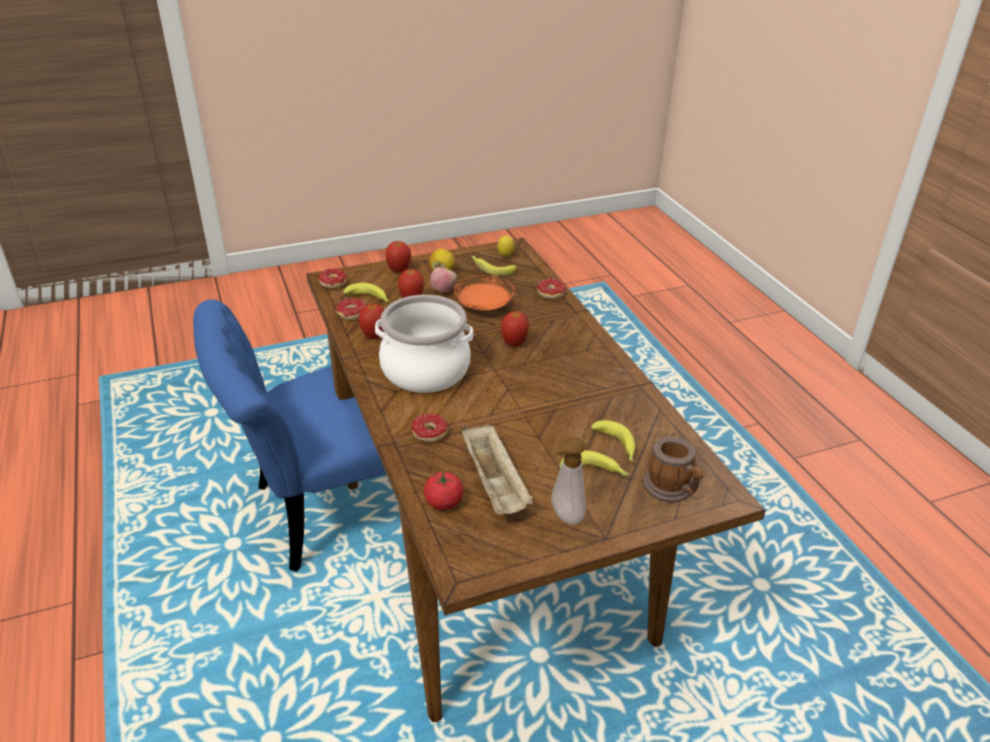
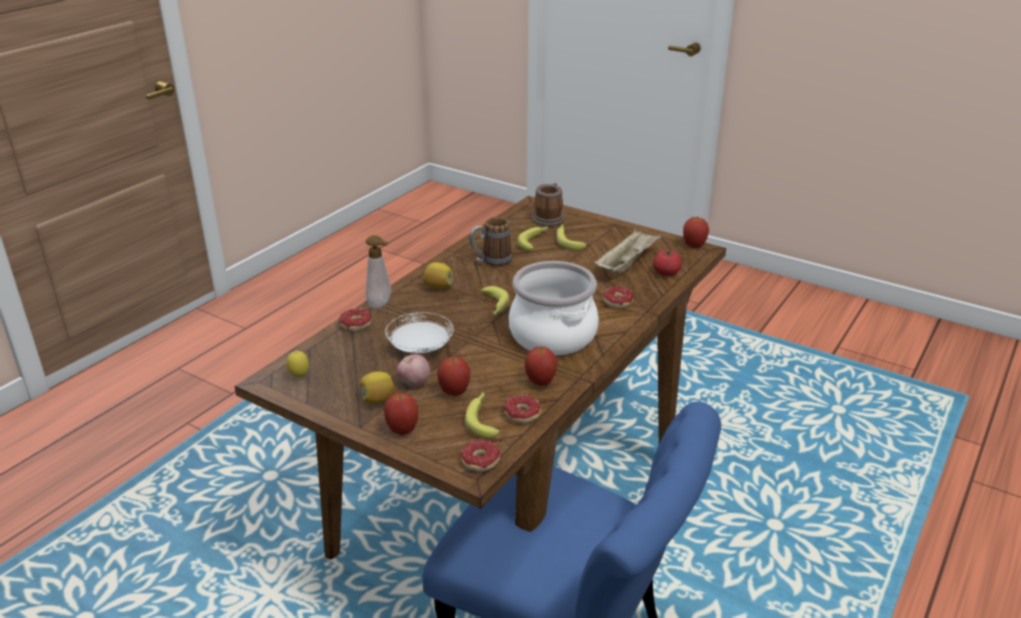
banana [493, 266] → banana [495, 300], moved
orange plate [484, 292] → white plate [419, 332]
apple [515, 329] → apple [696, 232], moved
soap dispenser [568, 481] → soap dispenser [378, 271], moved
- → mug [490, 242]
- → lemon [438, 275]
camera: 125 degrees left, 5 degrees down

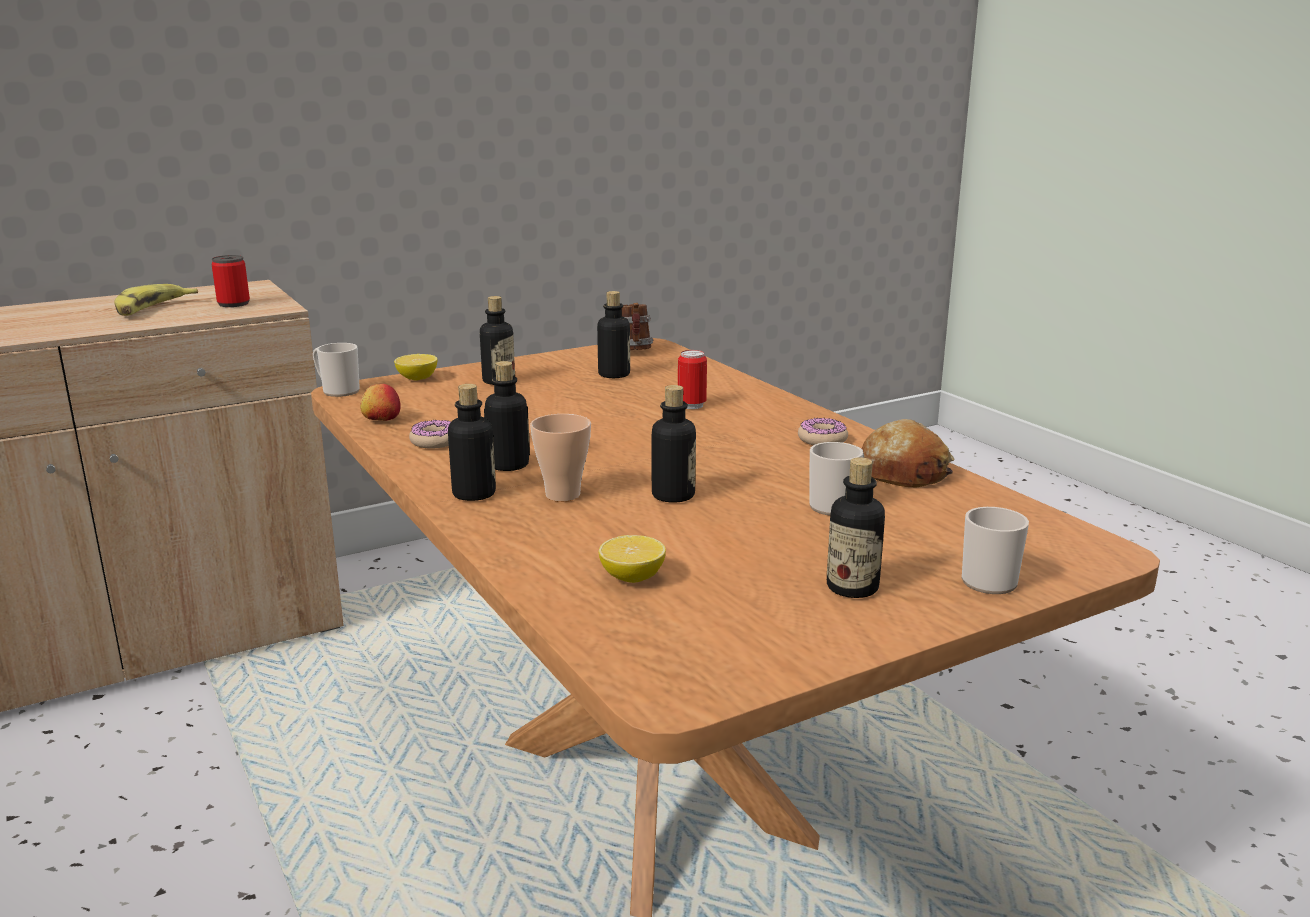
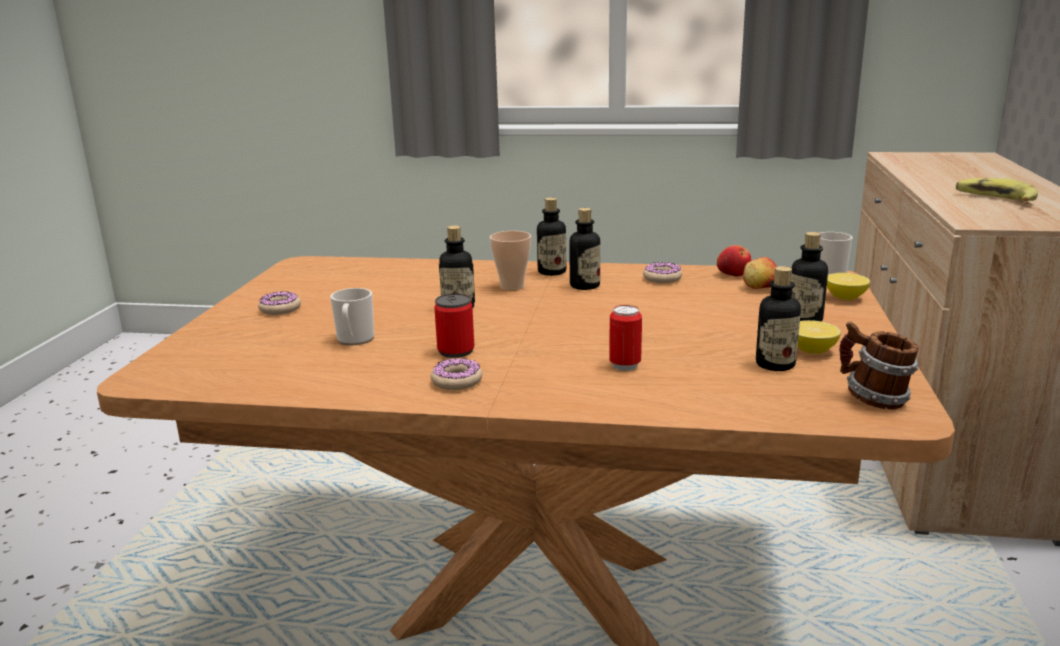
can [231, 281] → can [454, 326], moved
bread [908, 453] → -
bottle [856, 527] → donut [279, 303]
mug [995, 550] → -
lemon [632, 559] → lemon [819, 337], moved
- → apple [760, 273]
camera: 130 degrees right, 0 degrees up

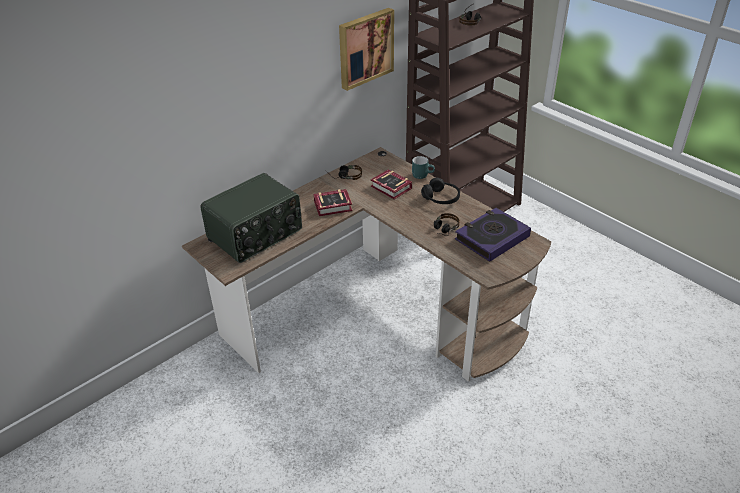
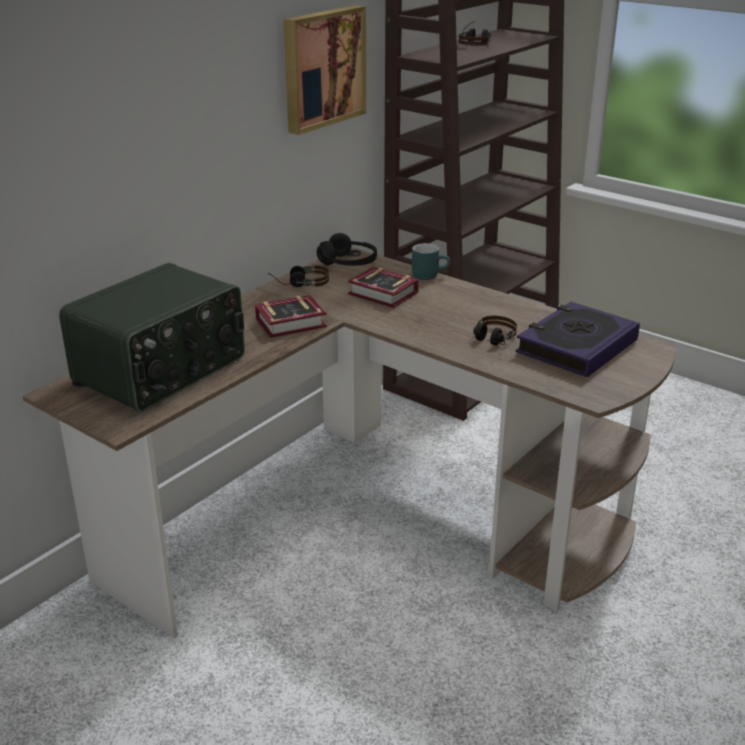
black headphones [440, 191] → black headphones [347, 249], moved
camera: 10 degrees left, 10 degrees down

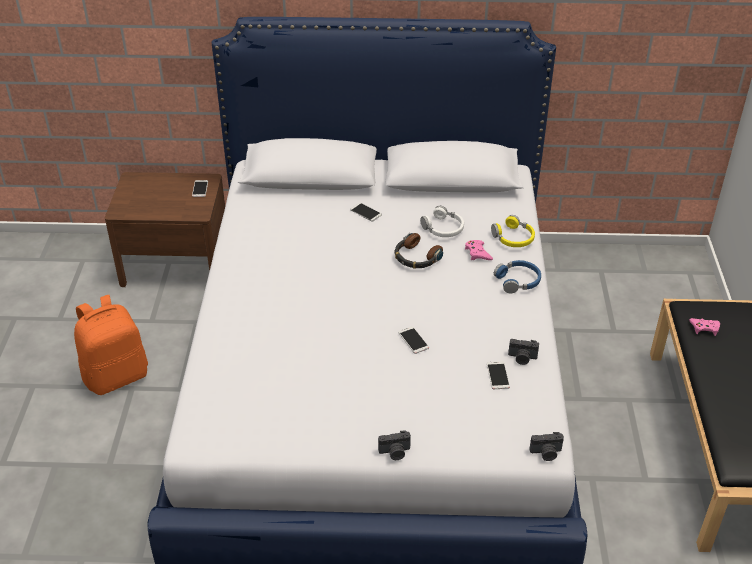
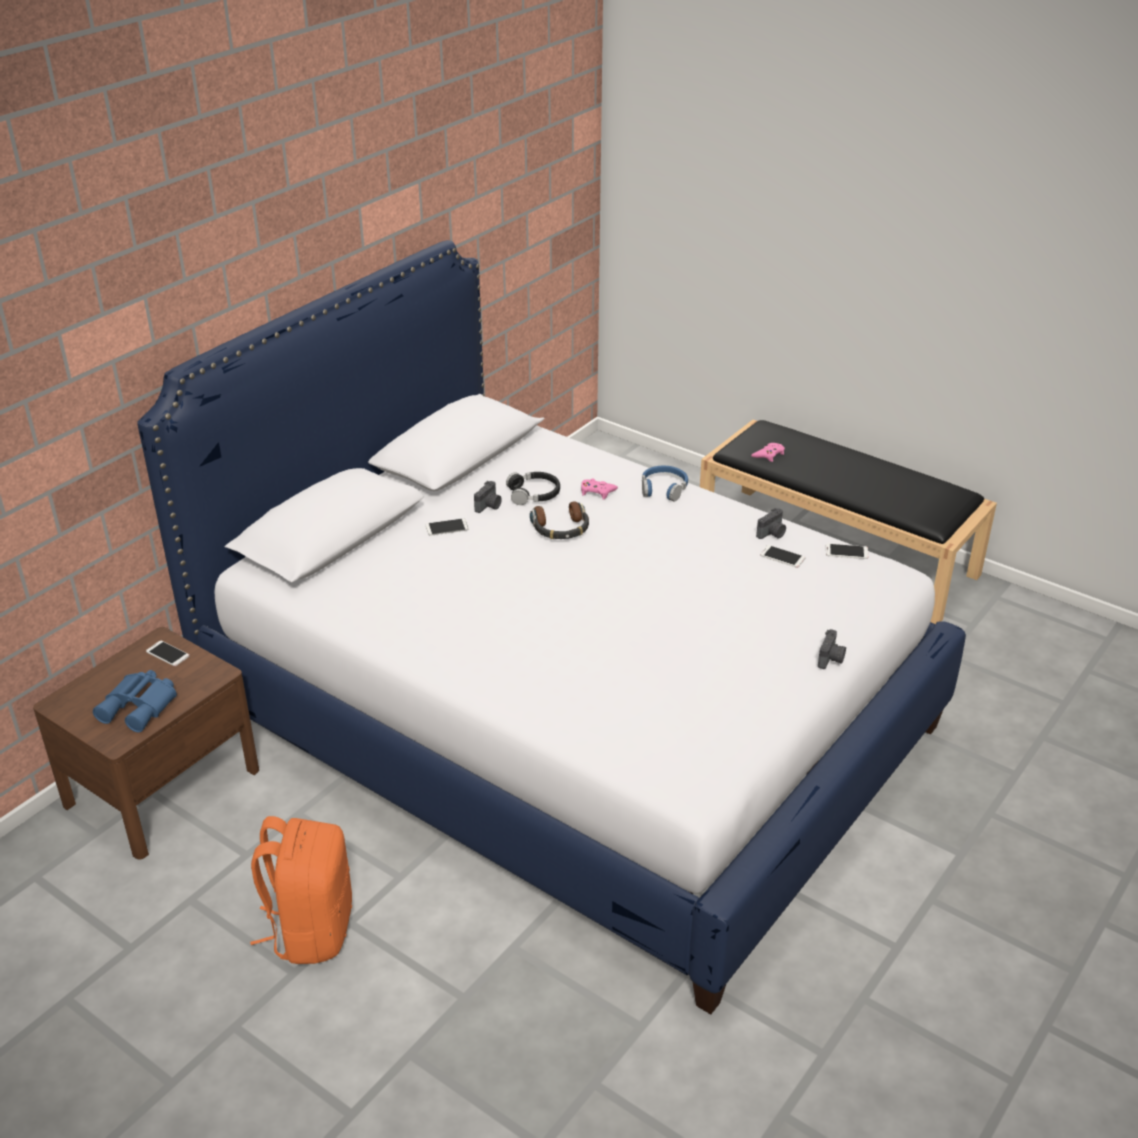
white headphones [442, 221] → black headphones [533, 488]
yellow headphones [513, 231] → -
phone [413, 340] → phone [847, 551], moved
photo camera [546, 446] → photo camera [488, 497], moved
- → blue binoculars [135, 701]
camera: 55 degrees left, 5 degrees down

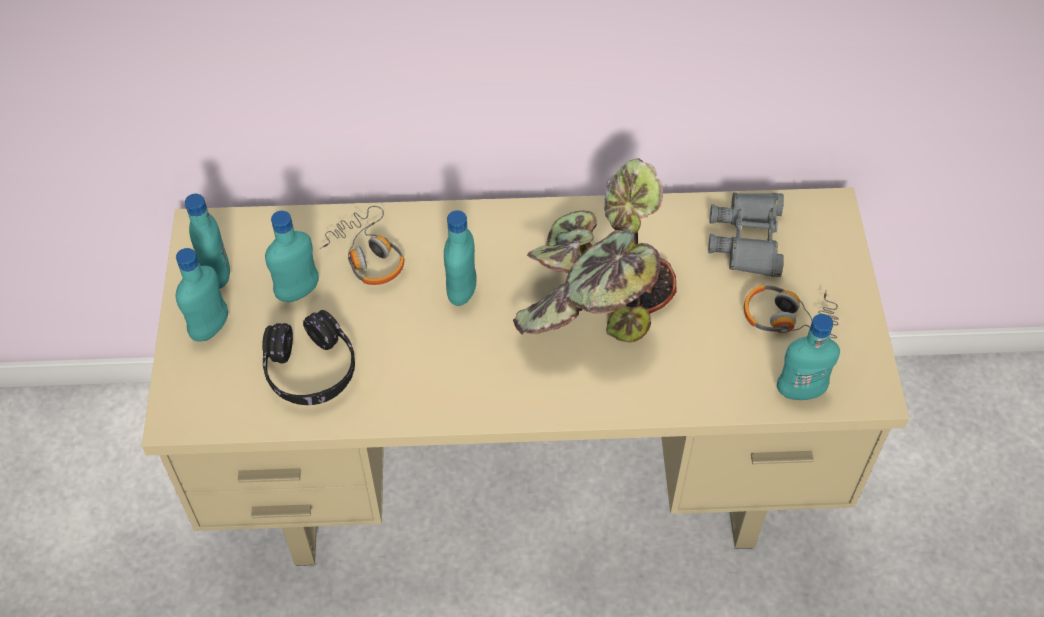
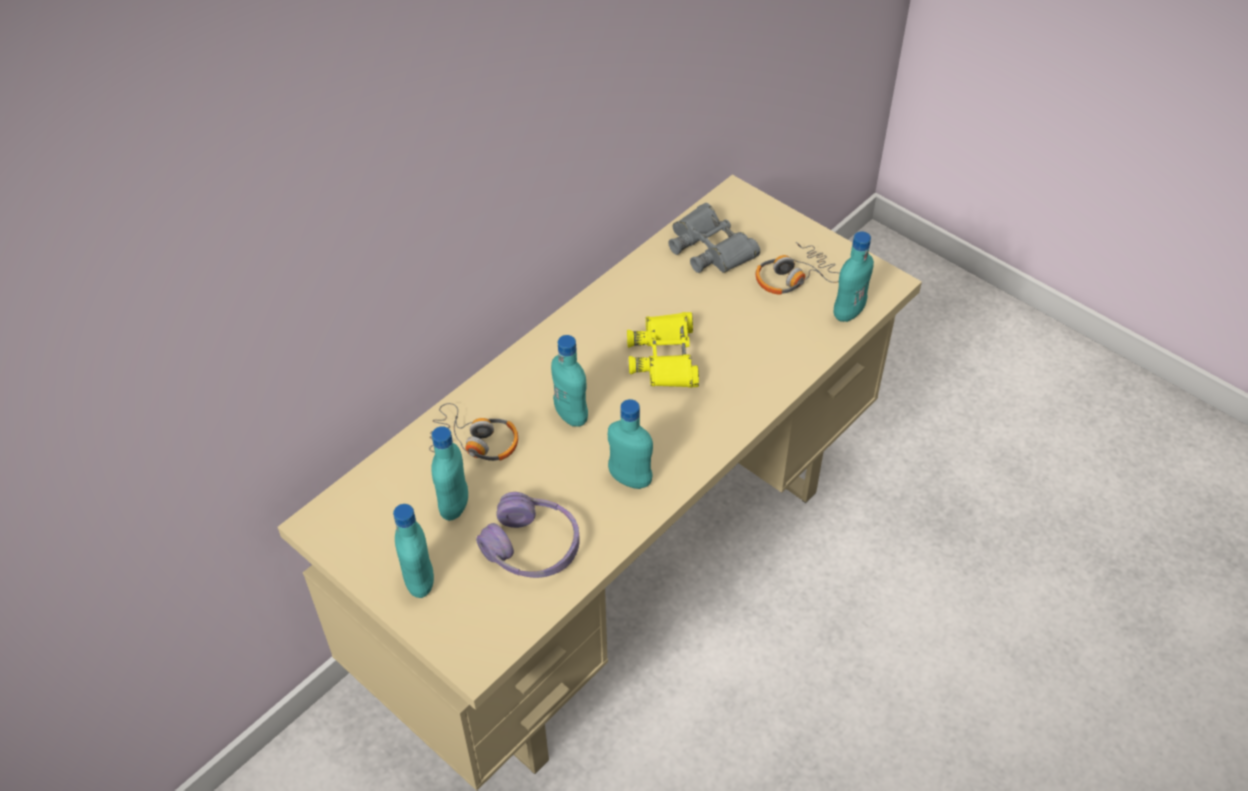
potted plant [595, 250] → yellow binoculars [663, 350]
turquoise bottle [207, 241] → turquoise bottle [630, 444], moved
black headphones [308, 357] → purple headphones [528, 535]
camera: 45 degrees left, 5 degrees down

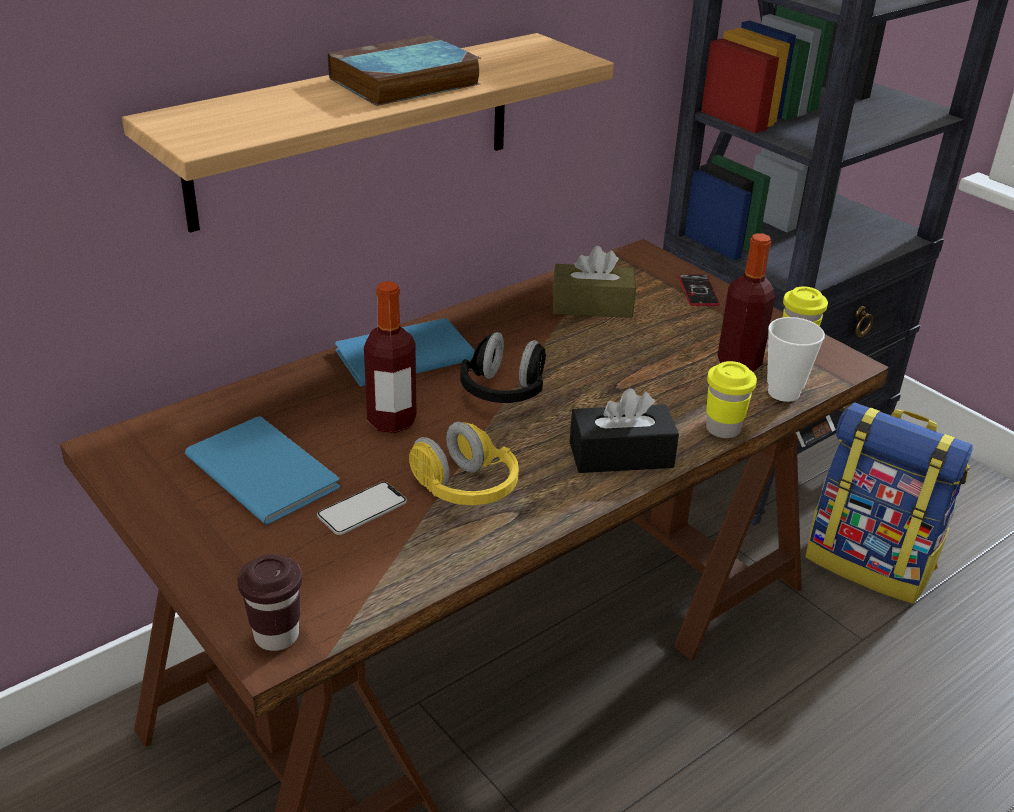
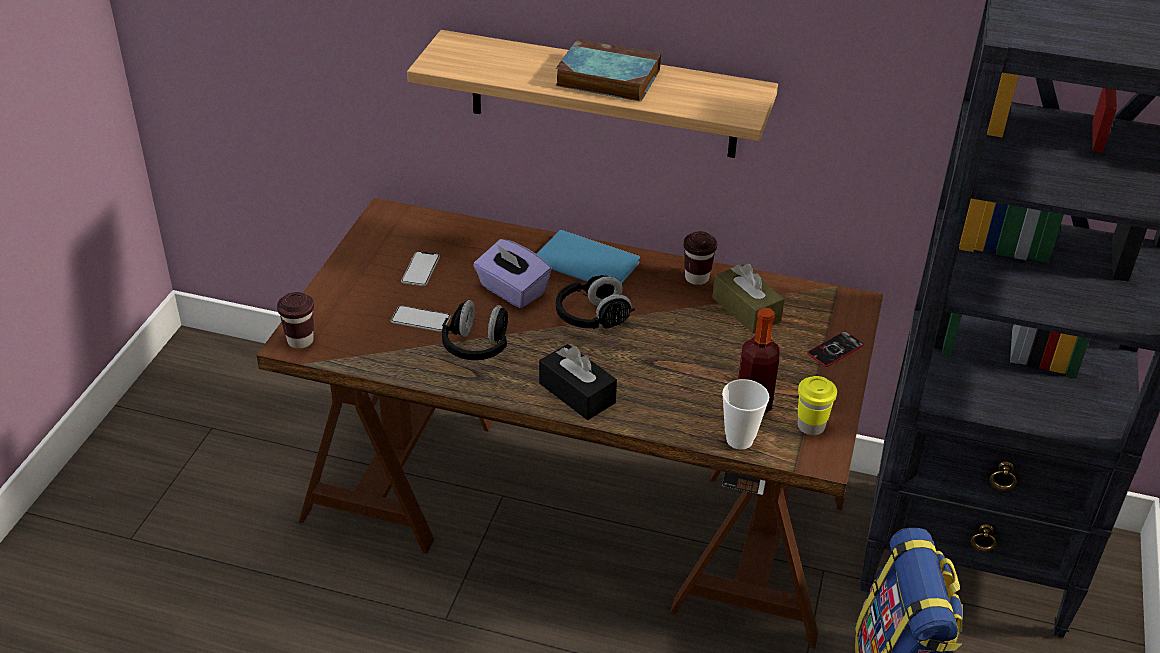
bottle [390, 357] → purple tissue box [512, 273]
yellow cup [731, 399] → -
blue book [262, 471] → phone [420, 268]
yellow headphones [464, 463] → black headphones [475, 330]
- → brown cup [700, 258]
camera: 55 degrees right, 5 degrees up

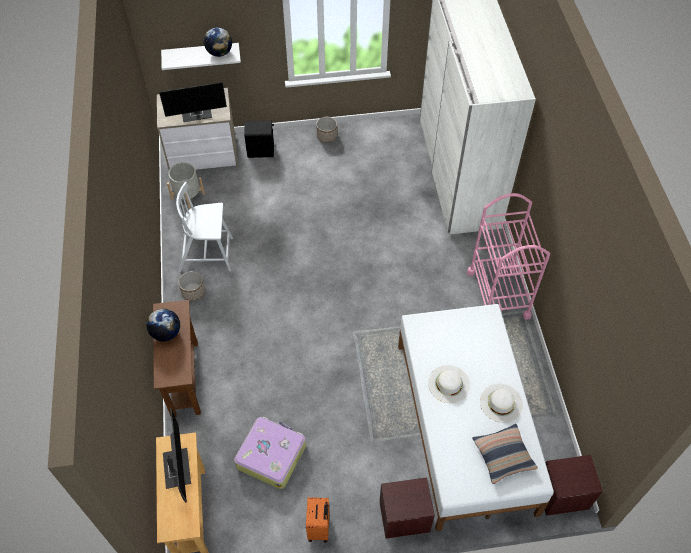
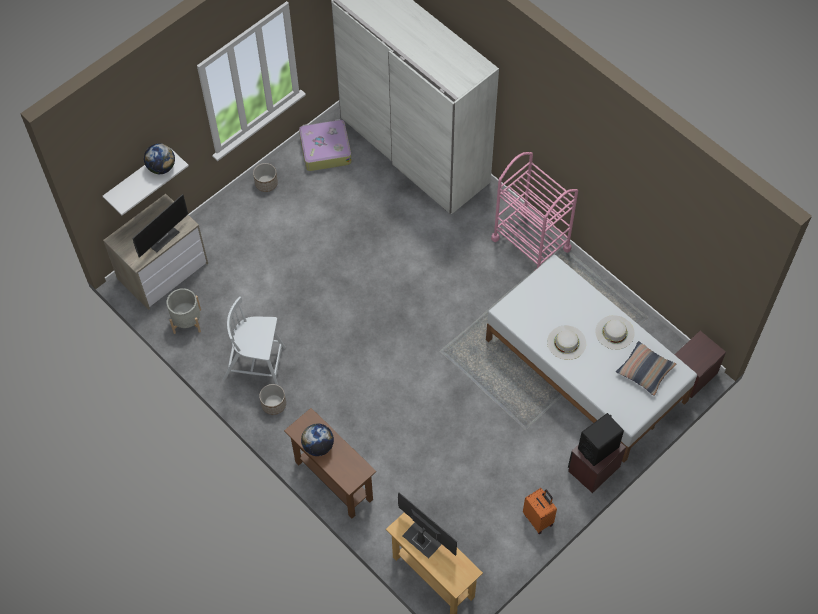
black speaker [259, 139] → black speaker [601, 439], moved
white chair [204, 227] → white chair [254, 340], 45 degrees clockwise
suitcase [270, 453] → suitcase [325, 145], moved
camera: 35 degrees left, 5 degrees up

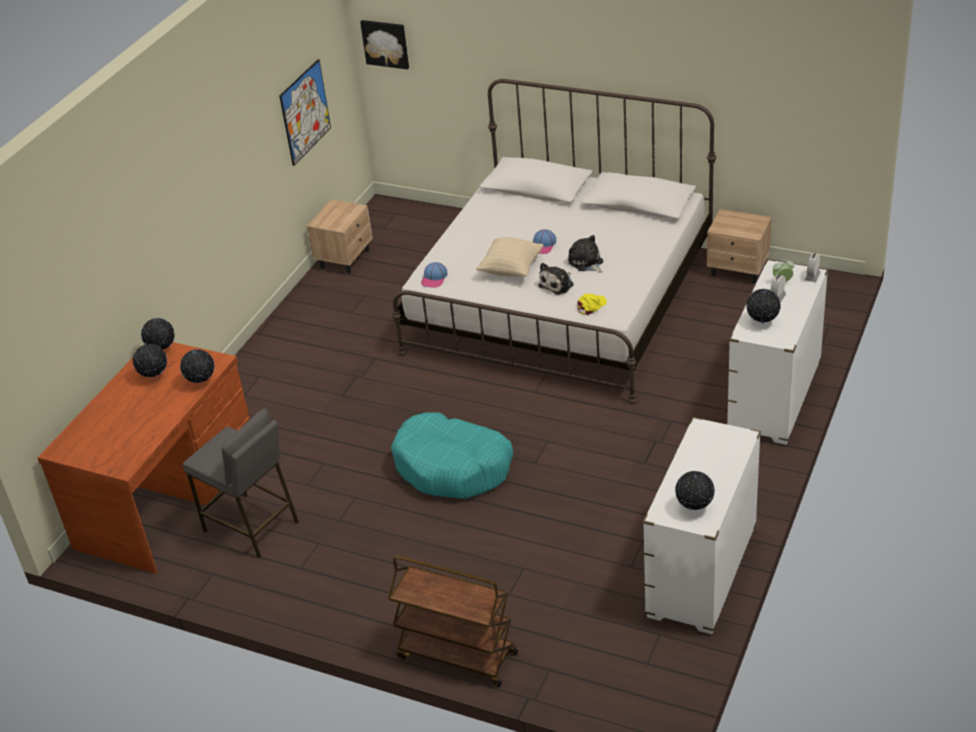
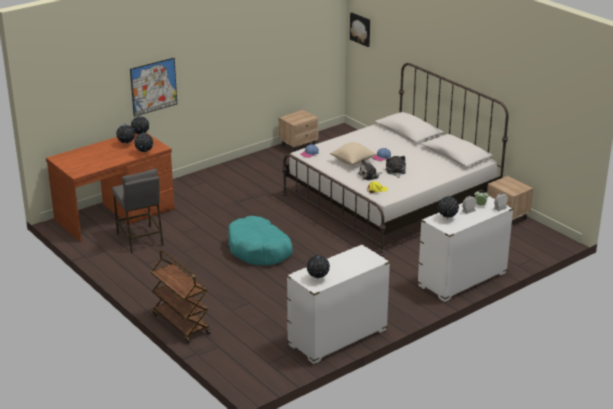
picture [305, 112] → picture [153, 87], moved
camera: 25 degrees right, 10 degrees down

